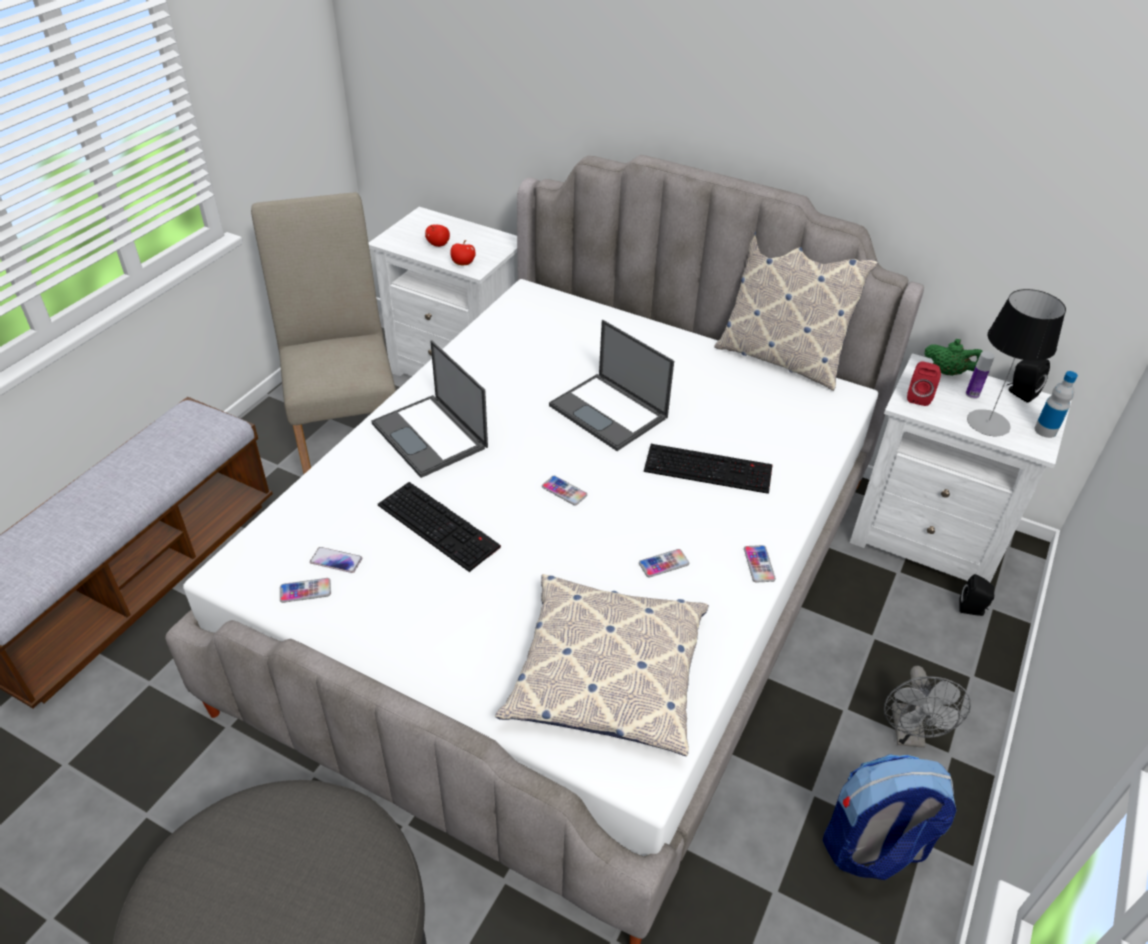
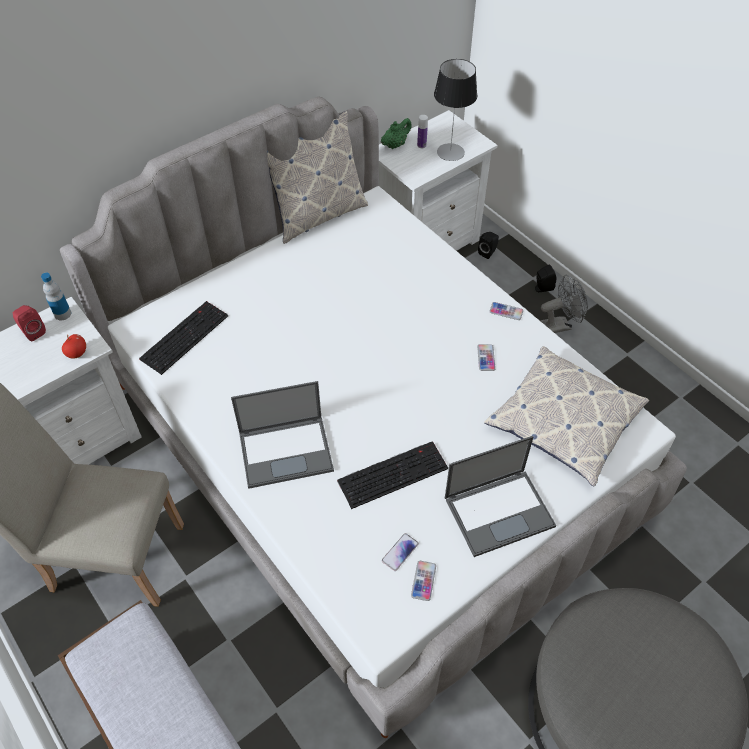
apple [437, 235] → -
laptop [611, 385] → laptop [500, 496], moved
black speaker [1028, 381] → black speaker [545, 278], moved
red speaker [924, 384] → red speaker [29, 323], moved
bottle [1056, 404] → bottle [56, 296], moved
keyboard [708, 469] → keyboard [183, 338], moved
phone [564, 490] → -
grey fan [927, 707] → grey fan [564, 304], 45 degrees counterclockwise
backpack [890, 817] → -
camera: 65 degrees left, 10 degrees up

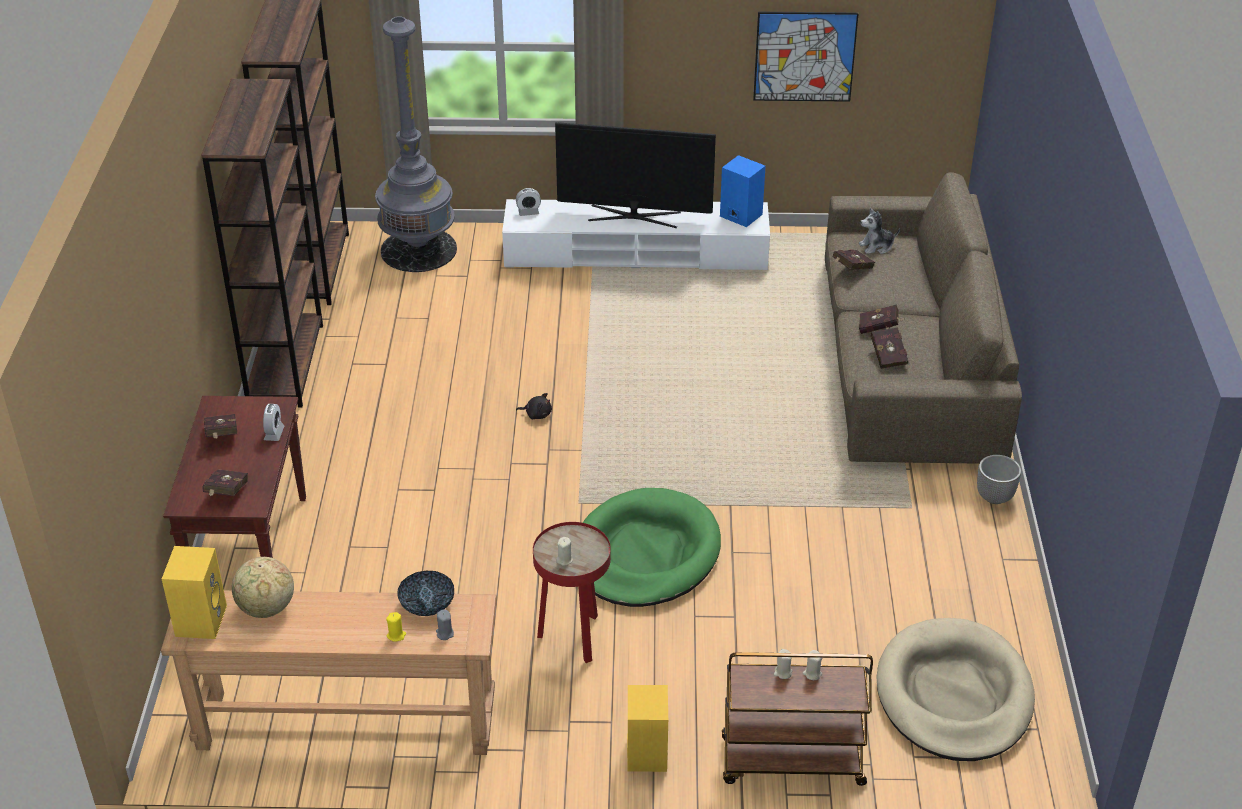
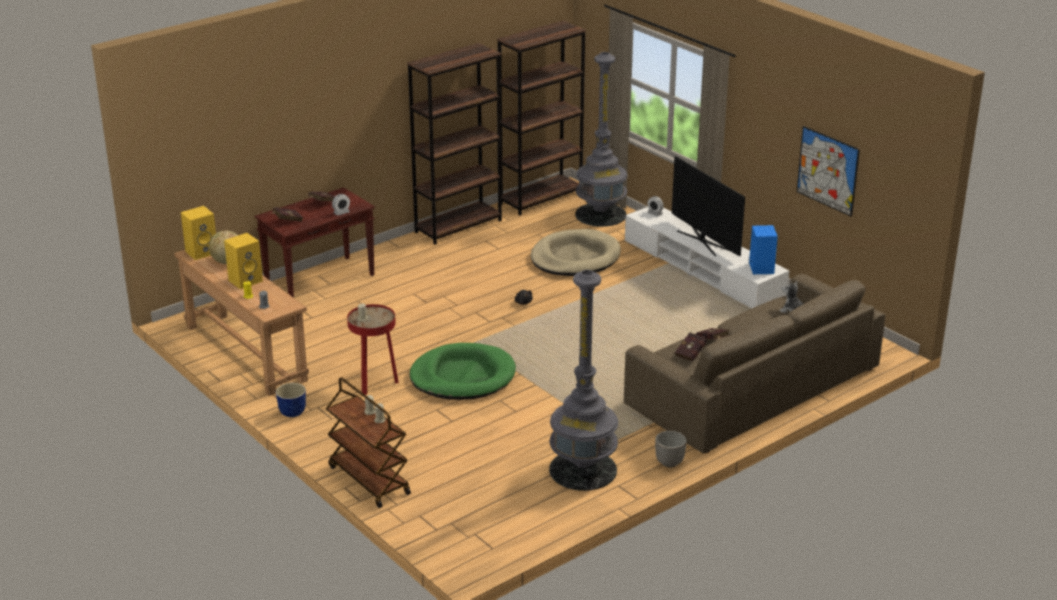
red book [854, 260] → -
bowl [425, 593] → -
beige dog bed [955, 689] → beige dog bed [576, 252], moved
yellow speaker [647, 728] → yellow speaker [243, 261], moved
- → grey floor lamp [583, 380]
- → planter [291, 400]
camera: 50 degrees right, 10 degrees down

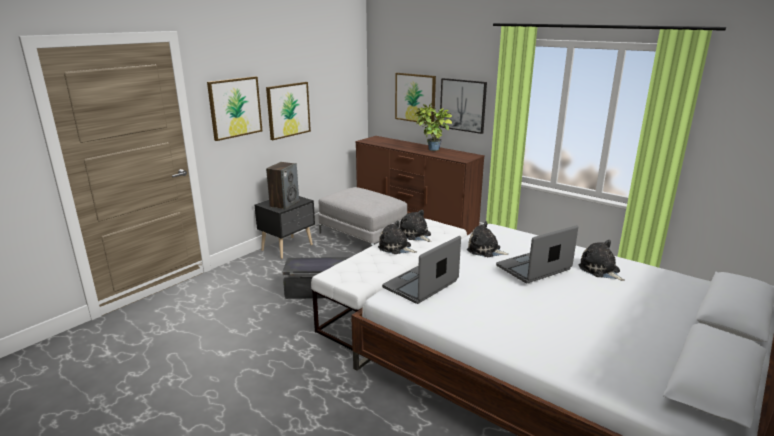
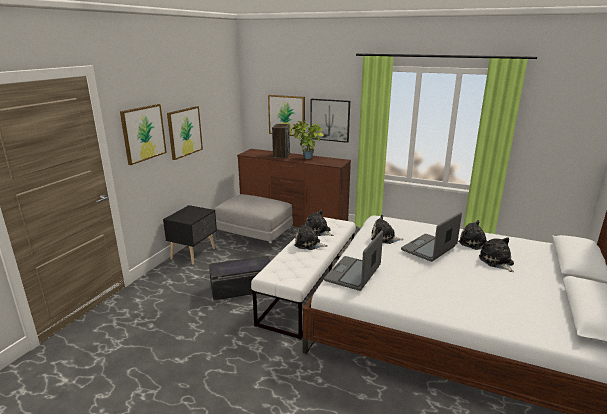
speaker [282, 186] → speaker [281, 141], moved
- → plush toy [496, 254]
camera: 15 degrees left, 0 degrees up

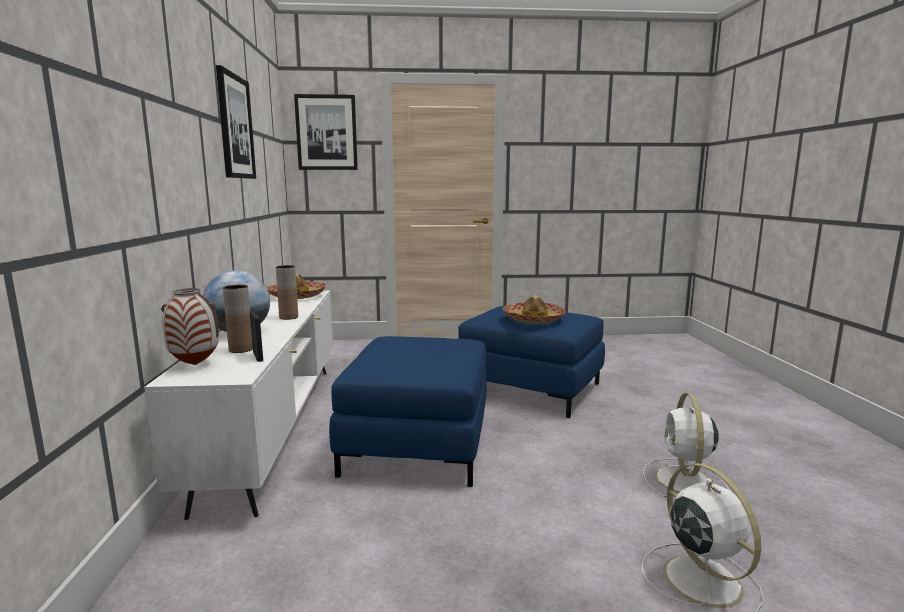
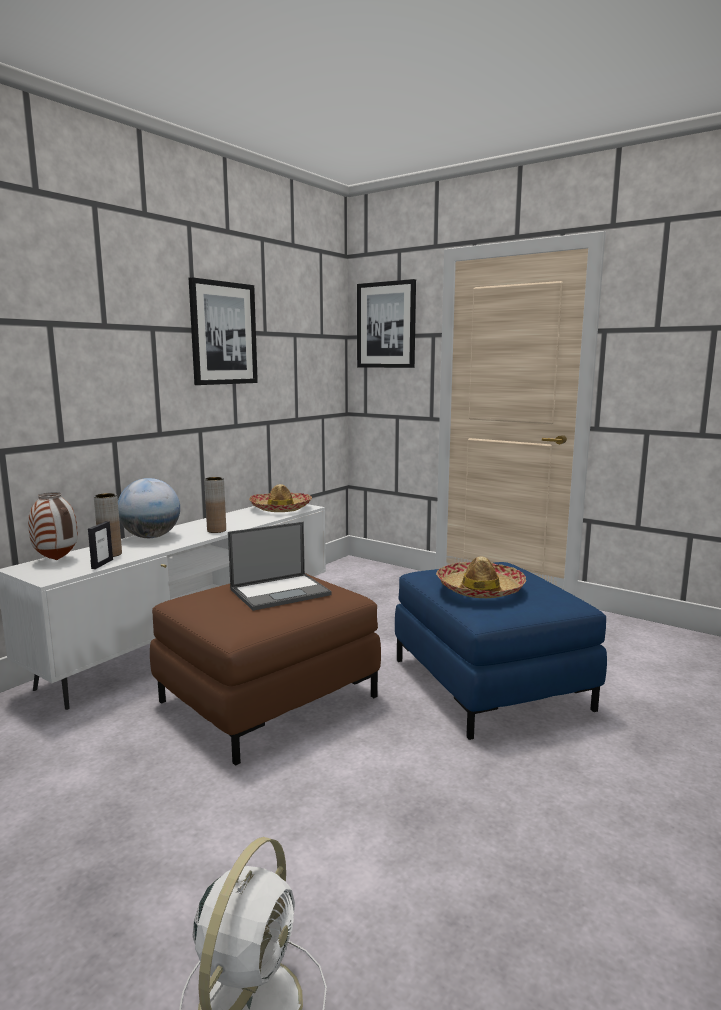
blue ottoman [408, 411] → brown ottoman [265, 669]
white fan [686, 446] → -
- → laptop [280, 566]
camera: 40 degrees right, 0 degrees up

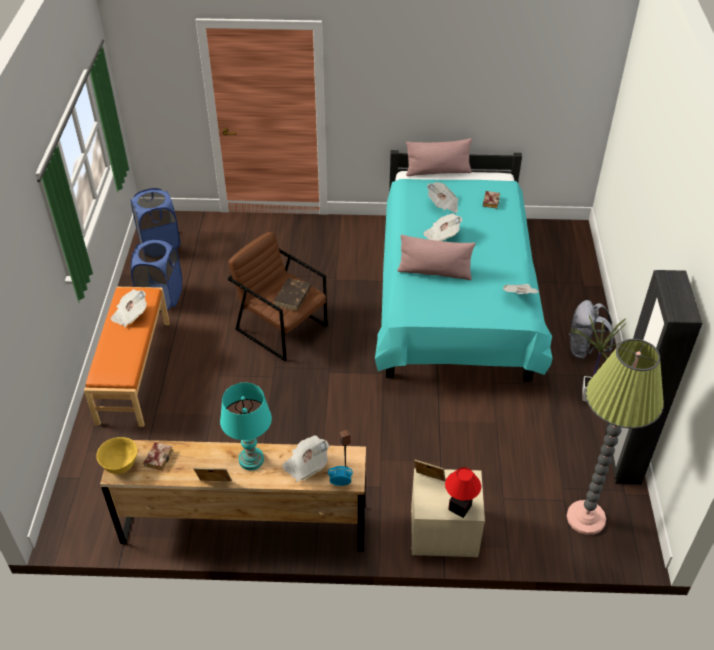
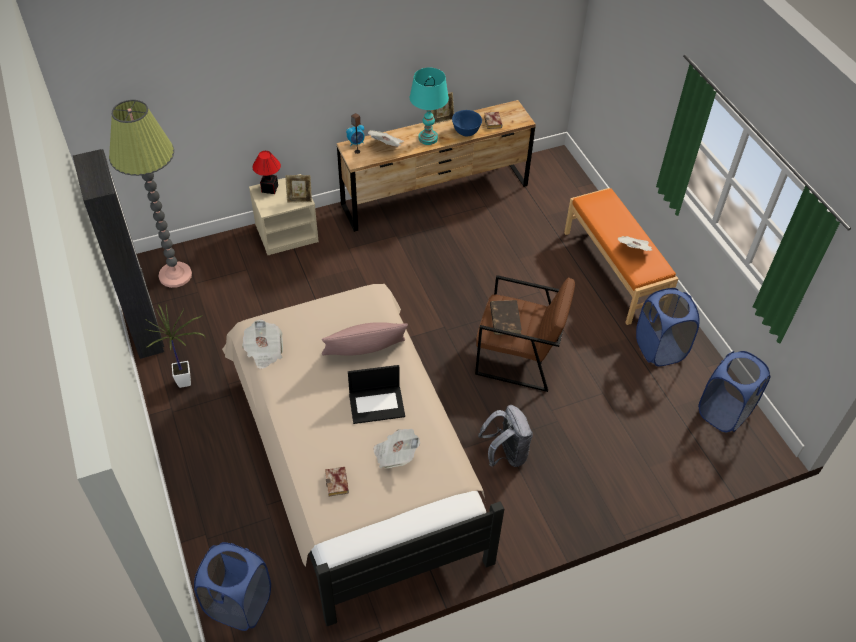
pink pillow [439, 157] → -
turquoise bed [464, 266] → beige bed [363, 455]
newspaper [443, 227] → laptop [376, 394]
grey backpack [591, 329] → grey backpack [505, 436], moved
yellow bowl [117, 455] → -
- → blue bowl [467, 123]
- → blue laundry basket [232, 586]
camera: 155 degrees right, 5 degrees up

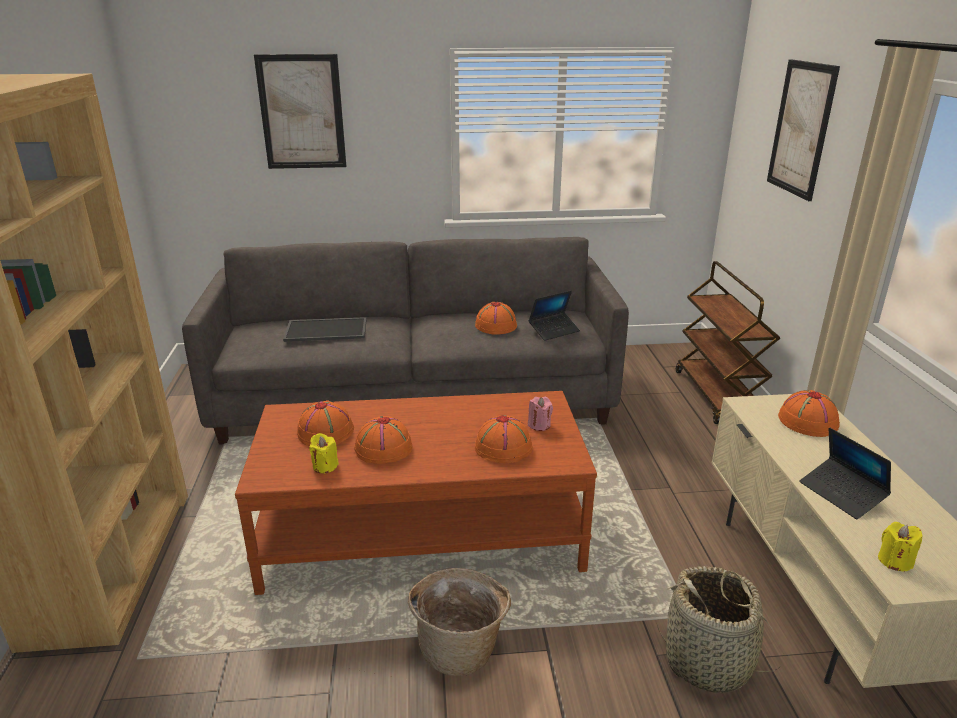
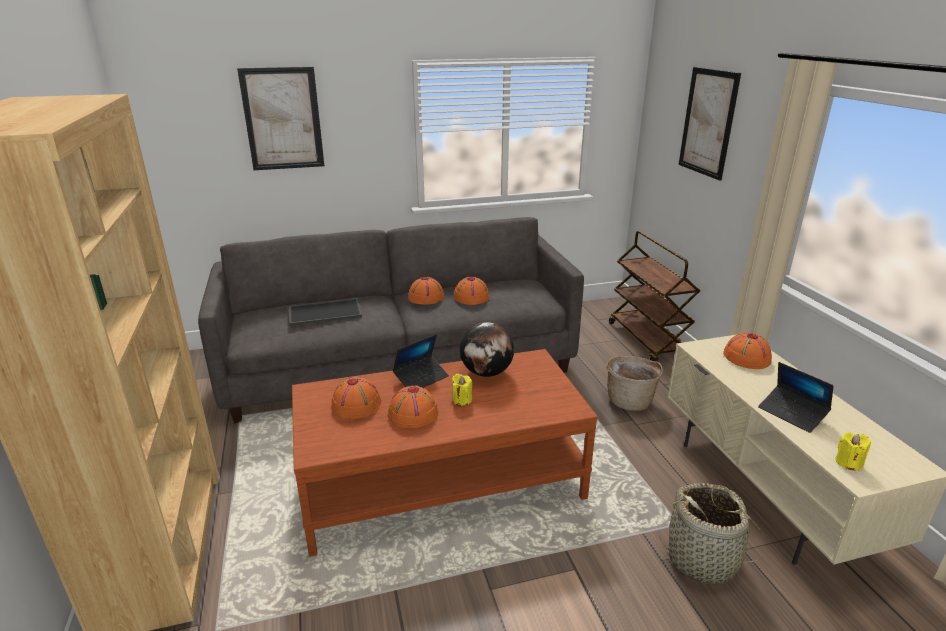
laptop [554, 315] → laptop [421, 361], moved
pink candle [540, 414] → -
orange hat [504, 439] → orange hat [426, 291], moved
yellow candle [324, 453] → yellow candle [462, 390], moved
basket [459, 622] → basket [634, 383], moved
- → globe [486, 349]
camera: 10 degrees left, 0 degrees up

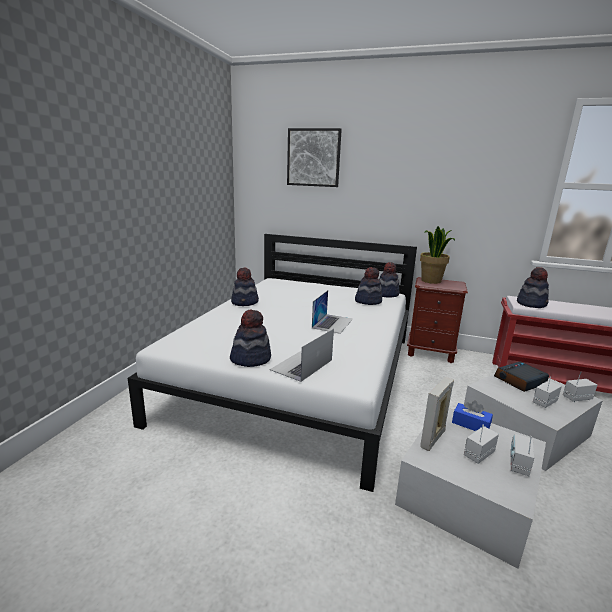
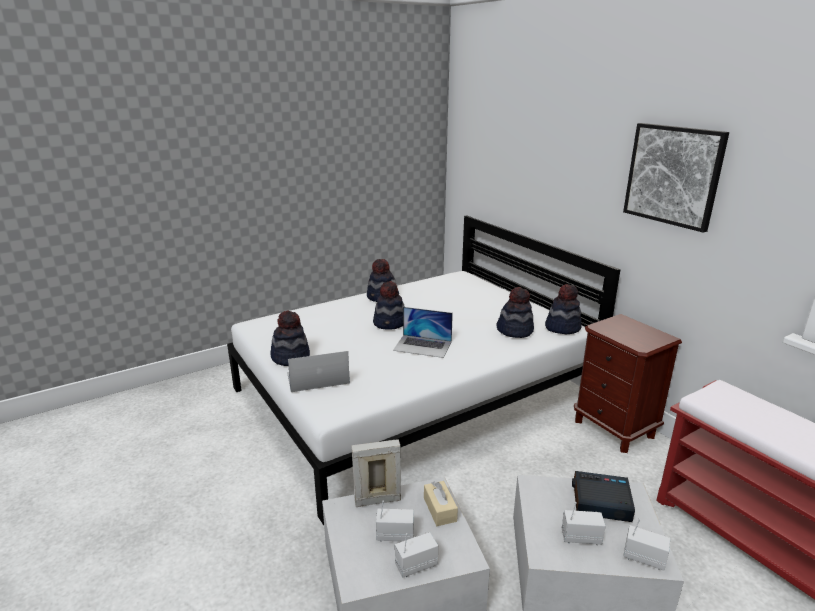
picture [314, 157] → picture [676, 178], moved
potted plant [437, 255] → -
hat [533, 287] → hat [389, 305], moved
laptop [332, 312] → laptop [423, 332], 45 degrees clockwise
blue tissue box [472, 416] → beige tissue box [441, 503]
camera: 40 degrees right, 5 degrees up

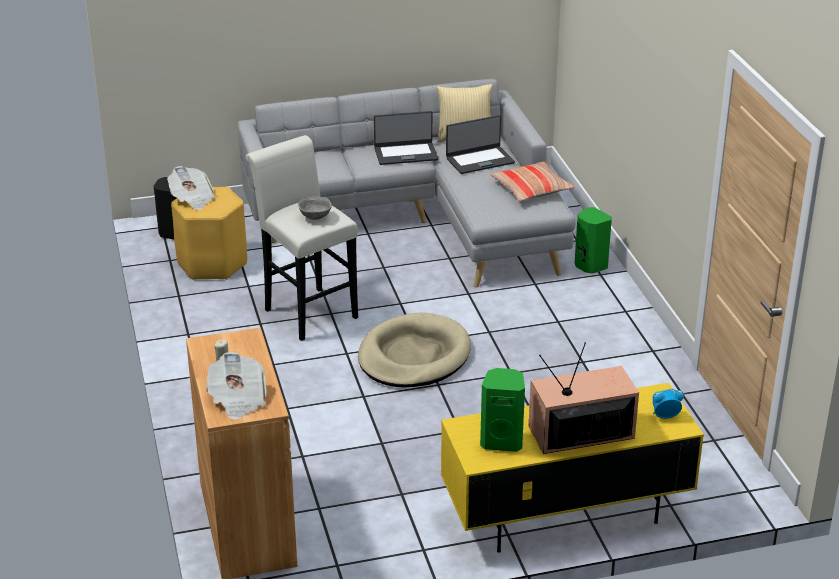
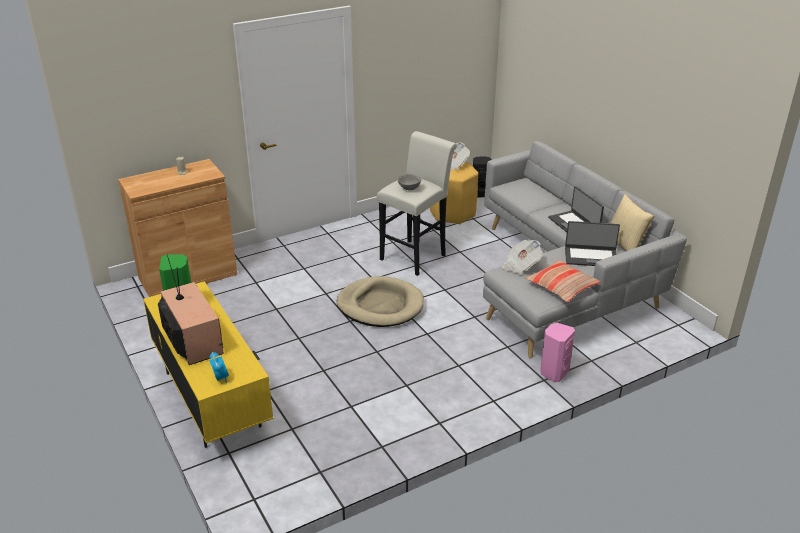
laptop [480, 144] → laptop [592, 243], 45 degrees counterclockwise
green speaker [593, 240] → pink speaker [557, 352]
newspaper [236, 386] → newspaper [522, 257], moved
camera: 75 degrees right, 0 degrees up

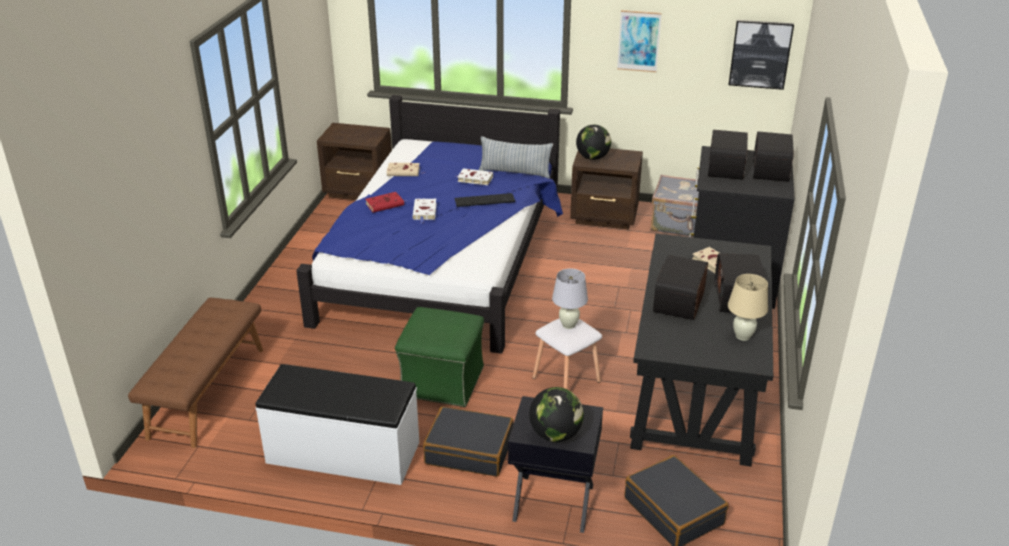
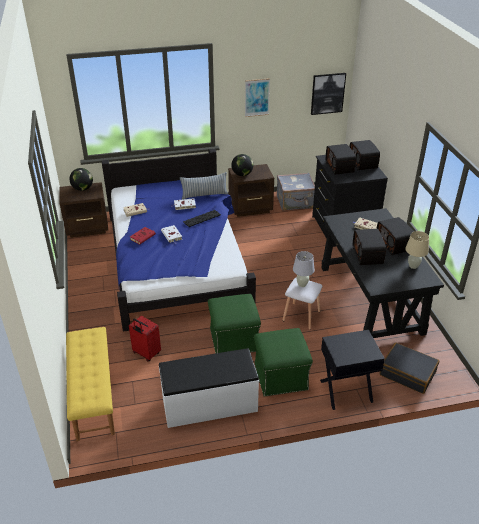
brown bench [195, 373] → yellow bench [90, 384]
globe [556, 414] → globe [81, 179], moved
black suitcase [468, 441] → green ottoman [283, 362]
- → red suitcase [145, 339]
camera: 25 degrees left, 5 degrees up

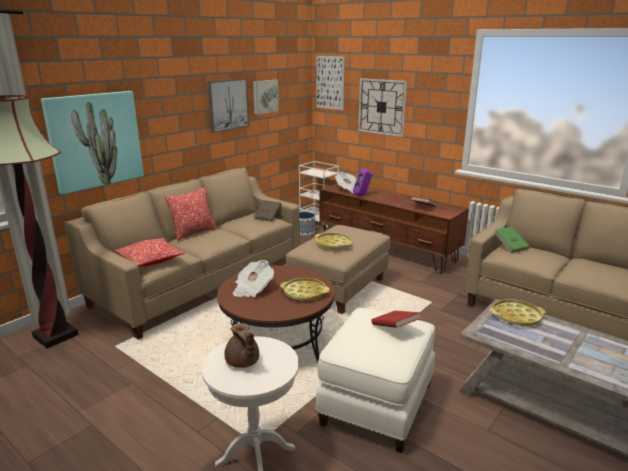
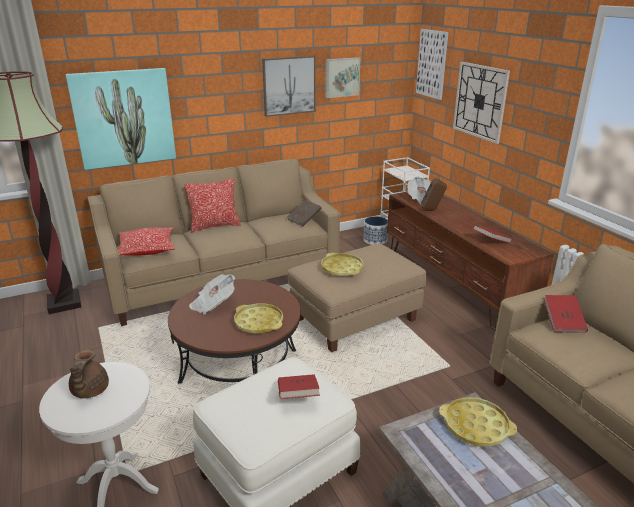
purple speaker [362, 182] → brown speaker [434, 194]
green book [512, 240] → red book [566, 314]
camera: 25 degrees right, 5 degrees up

